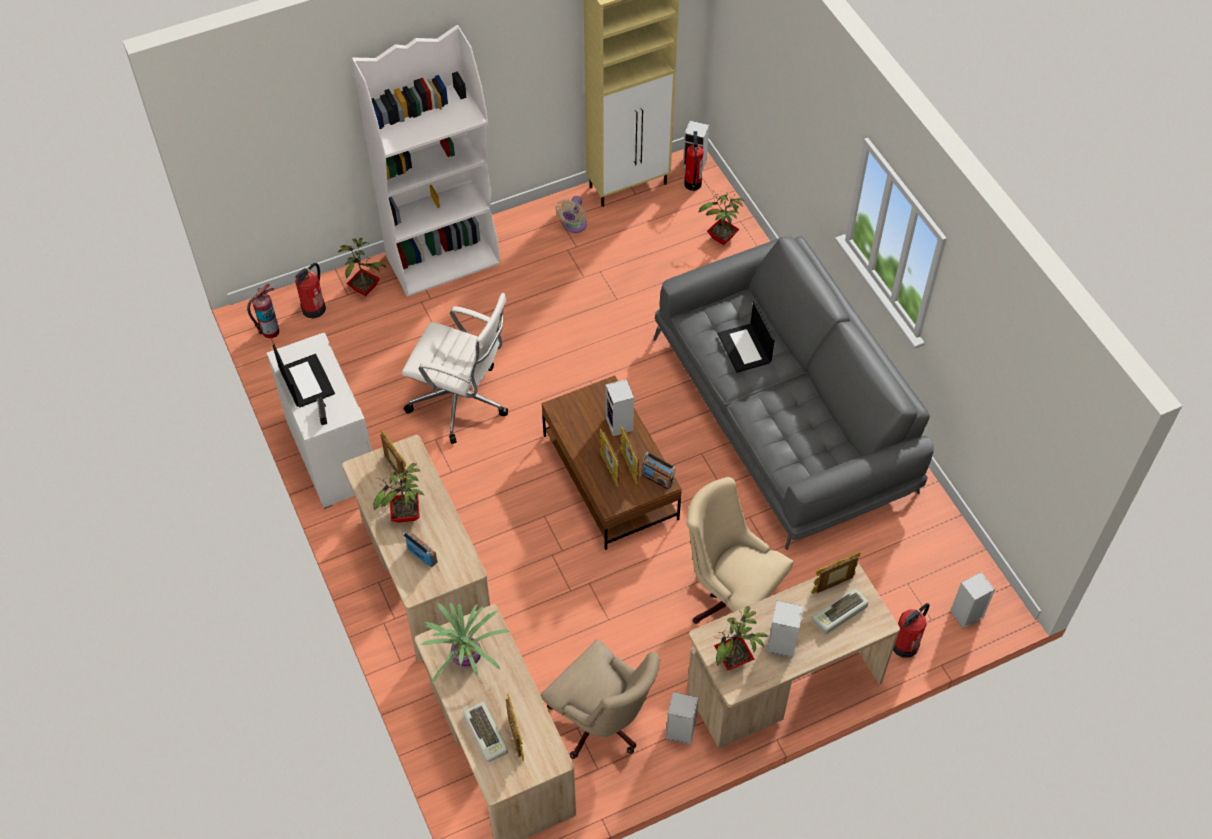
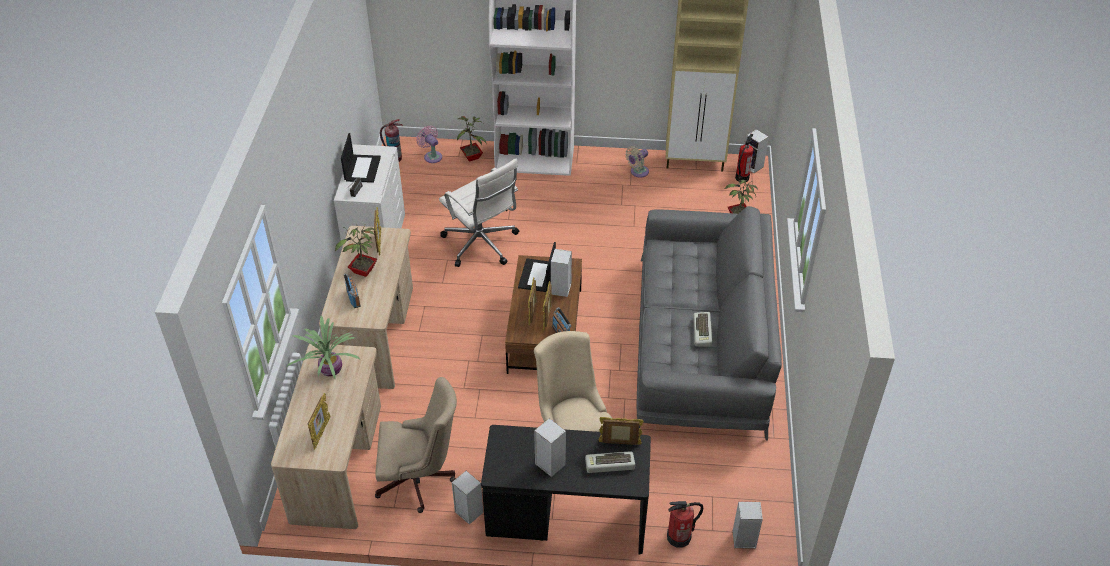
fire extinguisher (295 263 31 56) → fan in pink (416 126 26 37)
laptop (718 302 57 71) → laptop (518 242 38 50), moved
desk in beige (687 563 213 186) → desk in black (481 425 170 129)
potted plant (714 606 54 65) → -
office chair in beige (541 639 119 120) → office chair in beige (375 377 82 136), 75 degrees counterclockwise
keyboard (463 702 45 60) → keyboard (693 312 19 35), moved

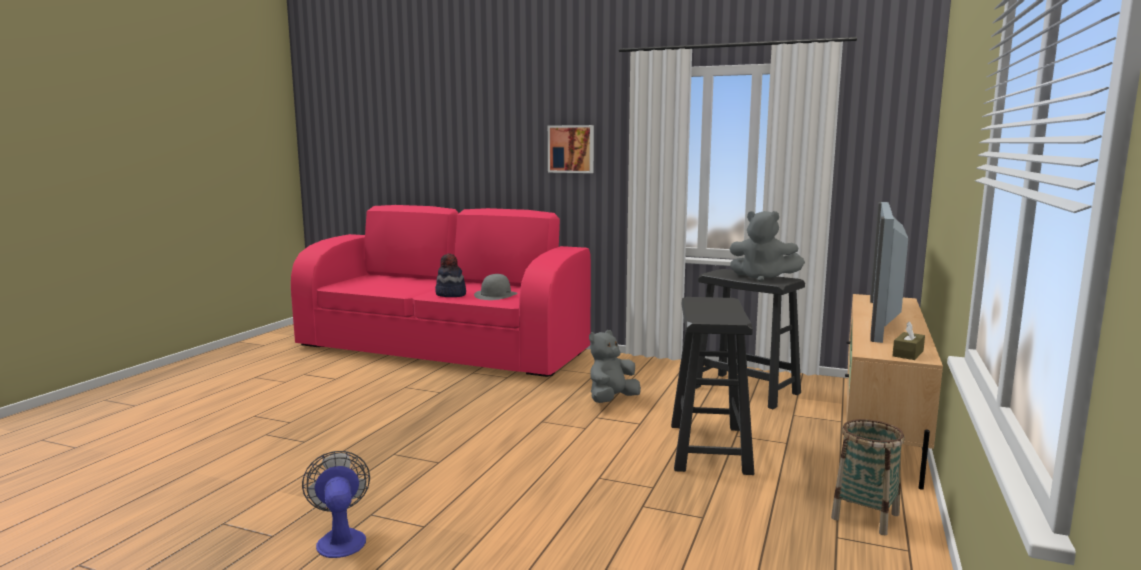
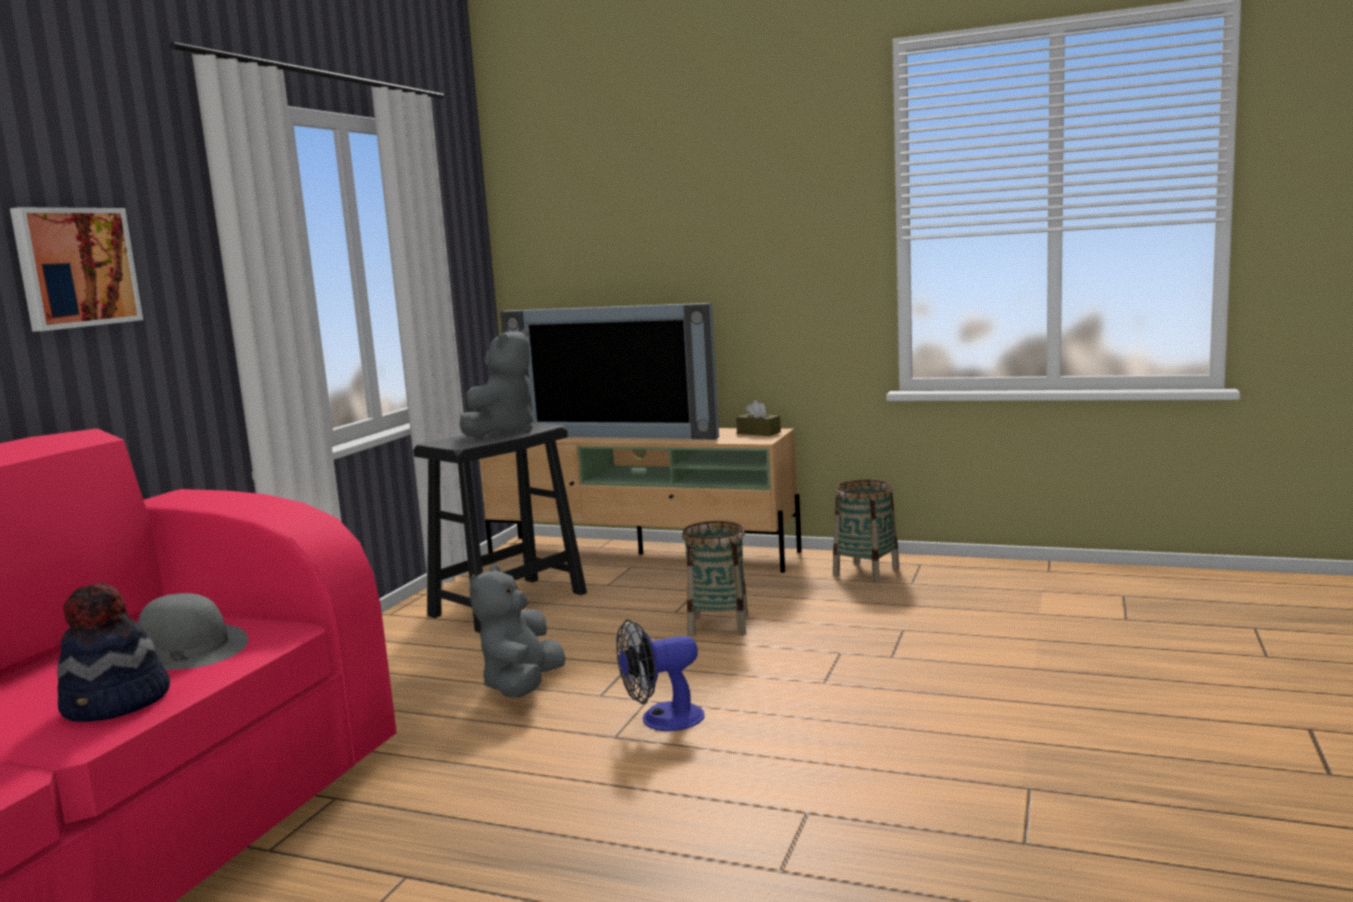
stool in black (671 297 83 178) → basket (682 521 66 116)
plush toy in grey (589 330 52 73) → plush toy in grey (469 565 97 133), 60 degrees clockwise
fan (302 451 68 107) → fan (616 619 89 112), moved

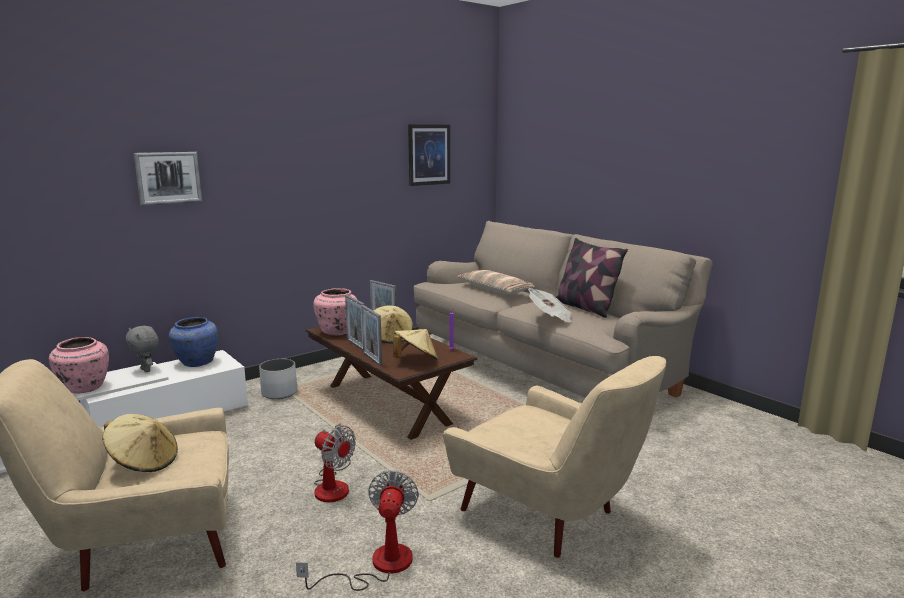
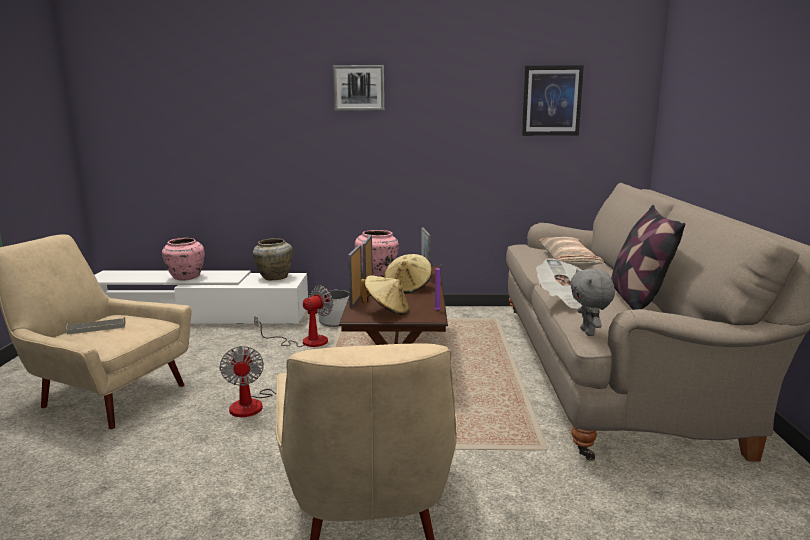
picture (134 152 68 54) → picture (333 65 52 46), moved
vase in blue (169 317 49 50) → vase in beige (253 238 40 42)
plush toy in grey (126 326 33 46) → plush toy in grey (570 268 45 68), moved
hat in beige (103 414 75 58) → tray in grey (66 317 60 18)
fan (296 470 123 121) → fan (254 285 79 62), moved

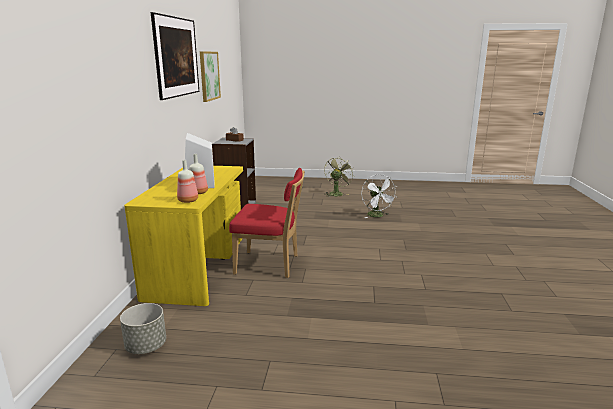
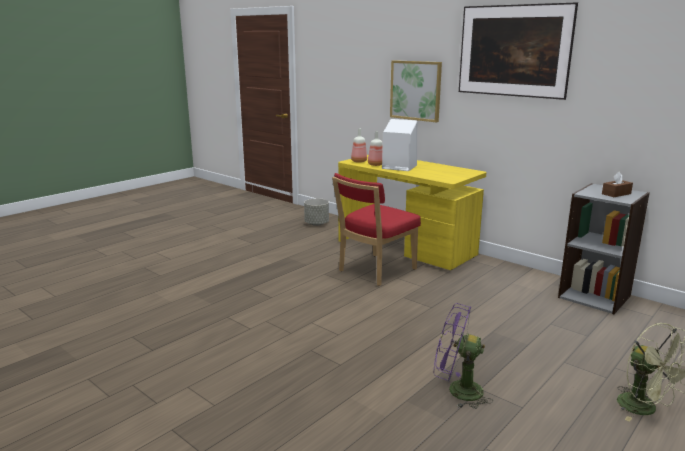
picture (200 51 21 51) → picture (390 60 52 62), moved
fan in white (361 174 34 44) → fan in purple (434 303 59 106)

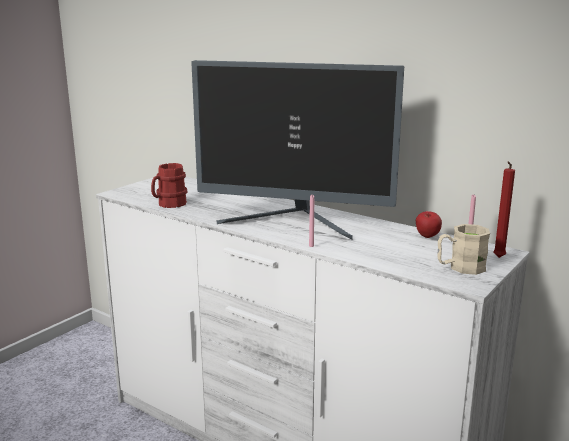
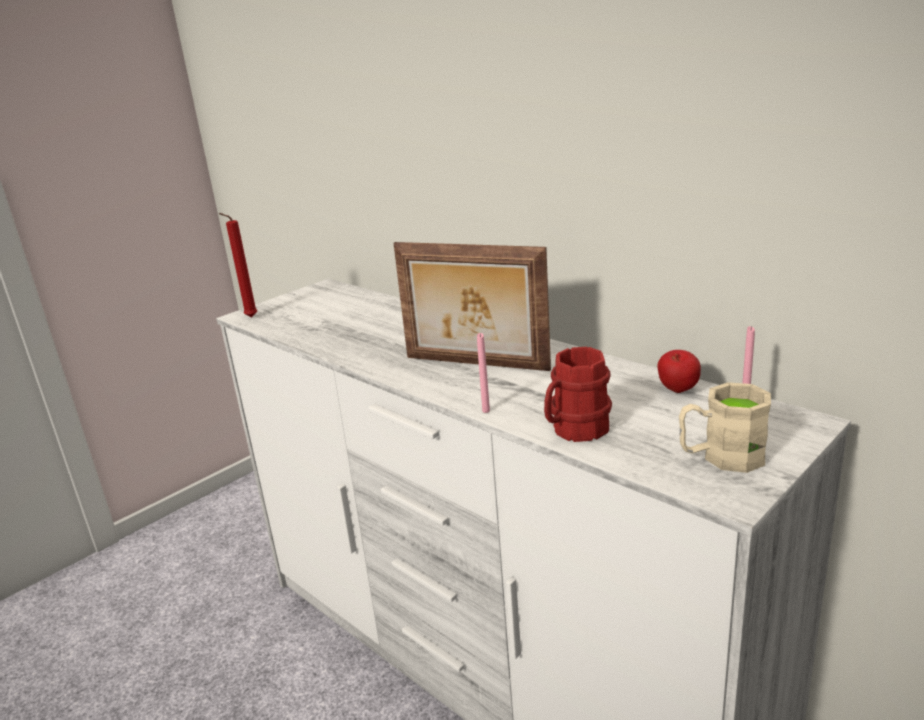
monitor (191 60 213 180) → picture frame (394 242 157 129)
candle in red (493 162 22 96) → candle in red (219 213 38 104), moved
mug in red (151 163 36 45) → mug in red (544 347 68 95), moved

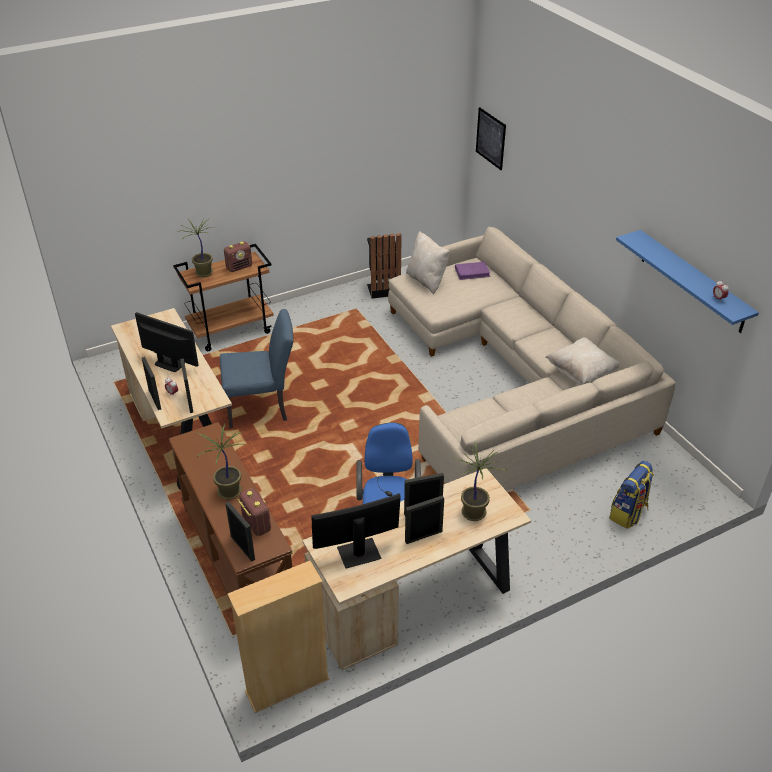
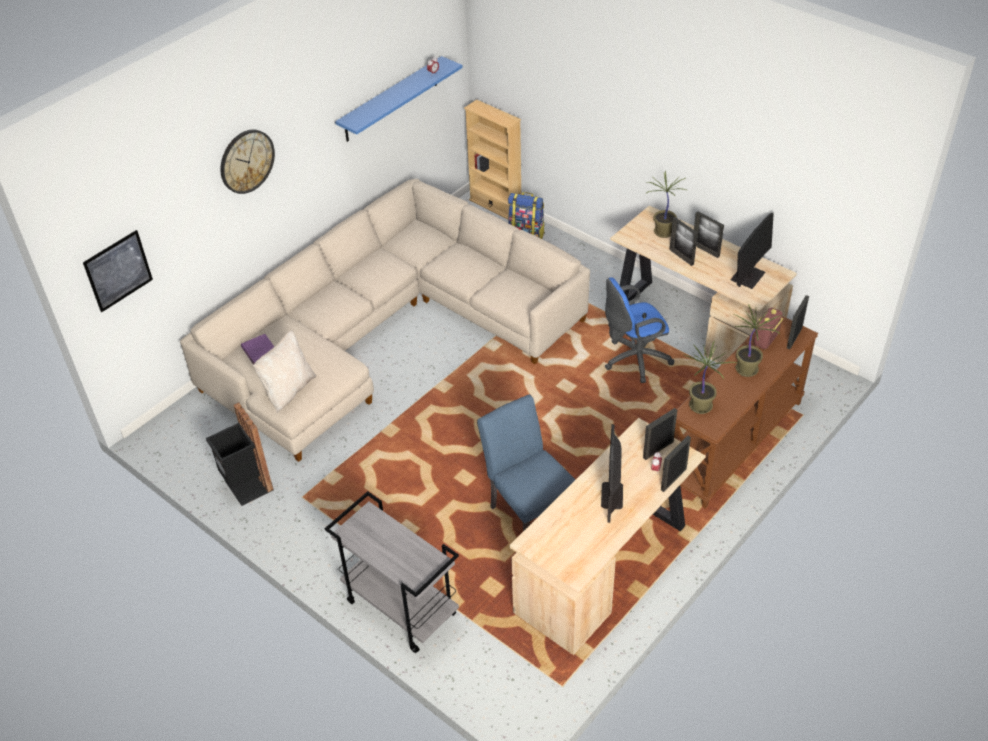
potted plant (178 219 35 58) → potted plant (684 341 54 73), moved
radio (224 241 28 31) → -
cart in brown (173 244 101 107) → cart in grey (324 491 135 162)
pillow in beige (546 337 74 48) → -
monitor (311 493 89 75) → monitor (730 212 44 77), 105 degrees counterclockwise
bookcase in beige (227 561 102 152) → bookcase in beige (464 100 57 120), moved
- → wall clock (221 129 54 65)

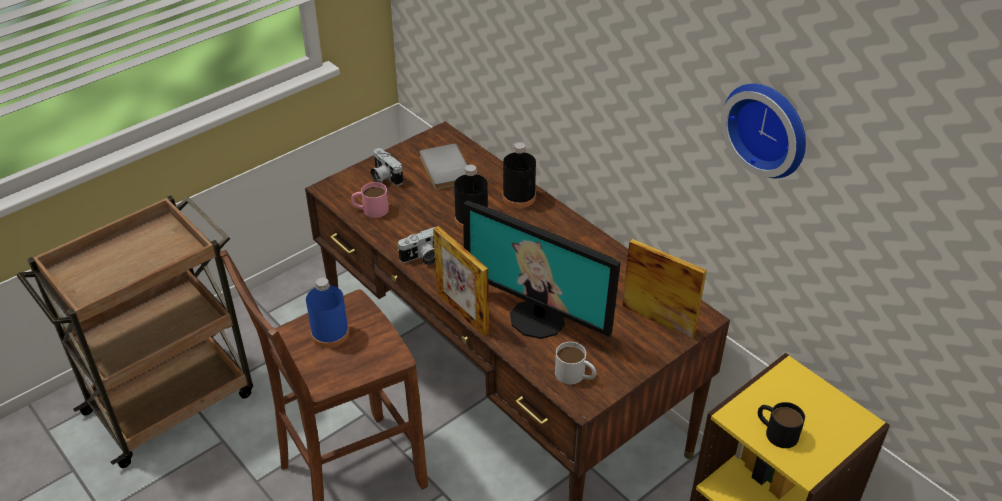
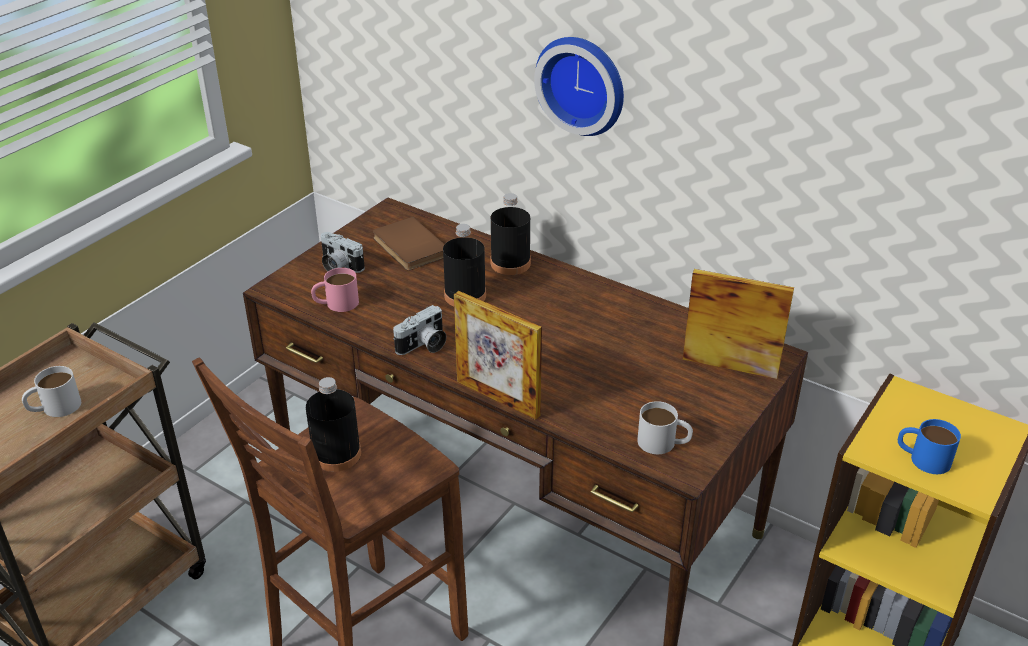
wall clock (721 84 85 94) → wall clock (534 37 90 99), moved
book in grey (420 143 47 47) → book in brown (373 217 72 54)
monitor (463 201 158 138) → -
bottle in blue (306 278 43 70) → bottle in black (306 377 55 95)
mug in black (758 402 47 46) → mug in blue (898 419 63 55)
- → mug in white (22 366 59 51)

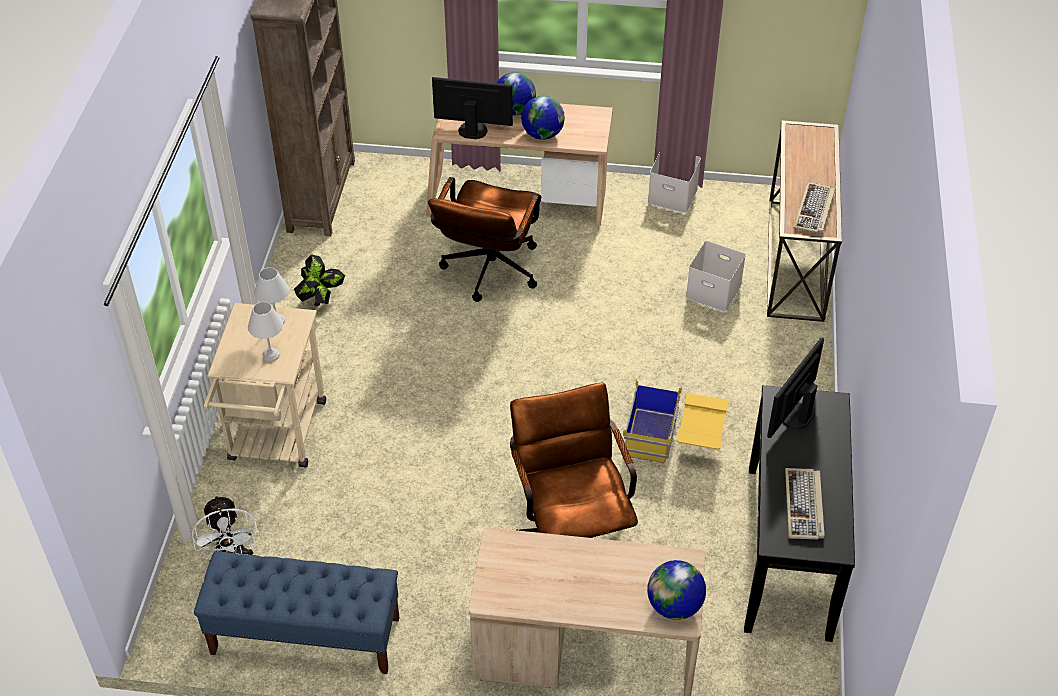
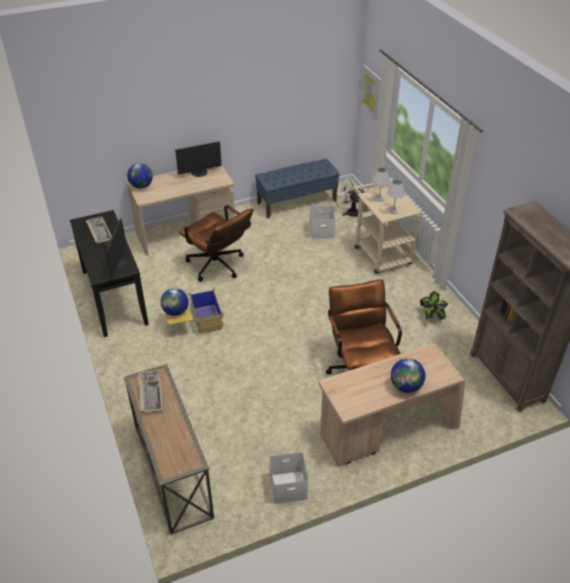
monitor (432 77 81 62) → monitor (175 141 47 36), moved
globe (521 96 44 44) → globe (161 288 28 28), moved
storage box in white (686 241 60 71) → storage box in white (309 205 26 34), moved
- → picture (360 65 21 57)

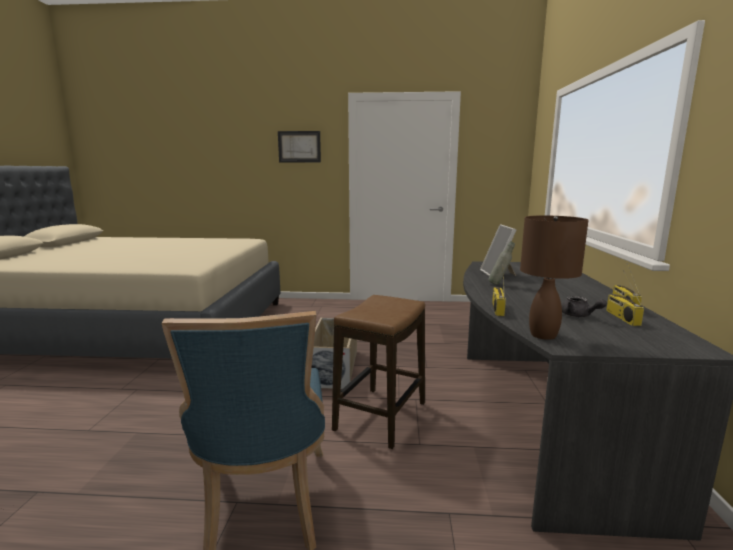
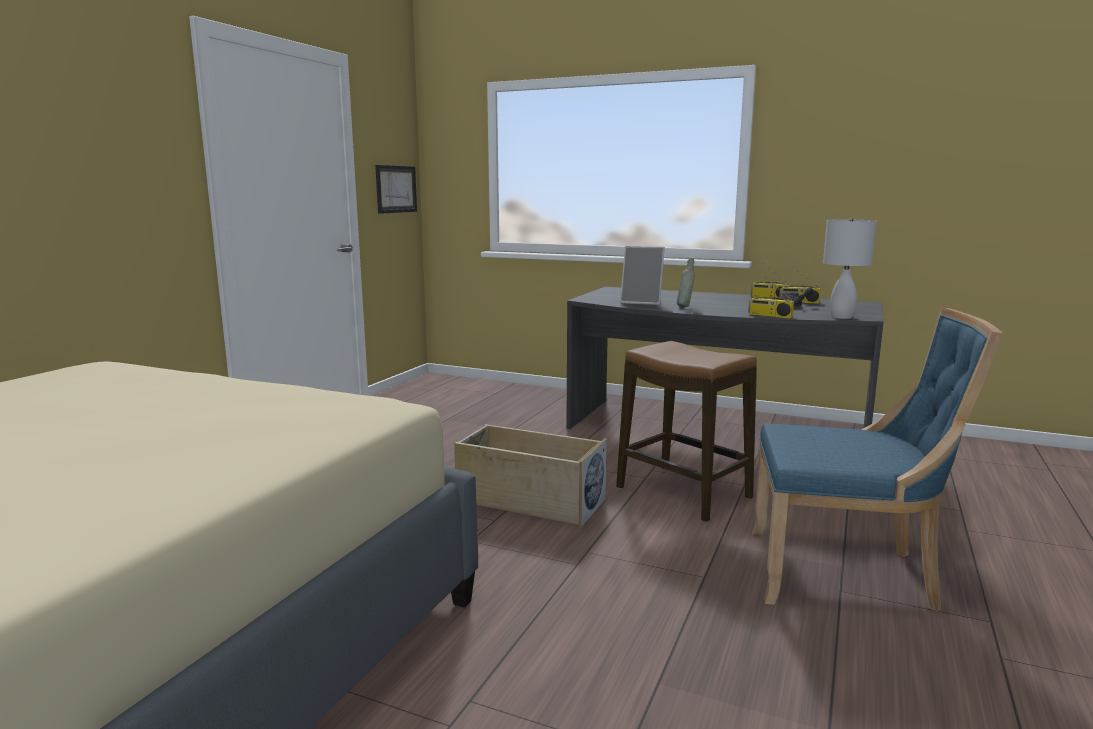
picture (278 131 43 31) → picture (375 165 42 49), moved
table lamp in brown (520 215 68 125) → table lamp in white (823 219 54 100)

